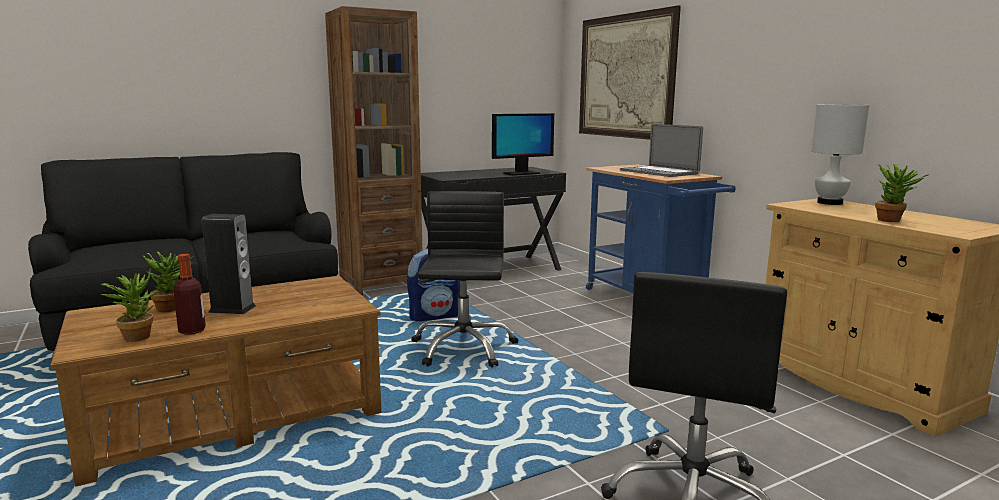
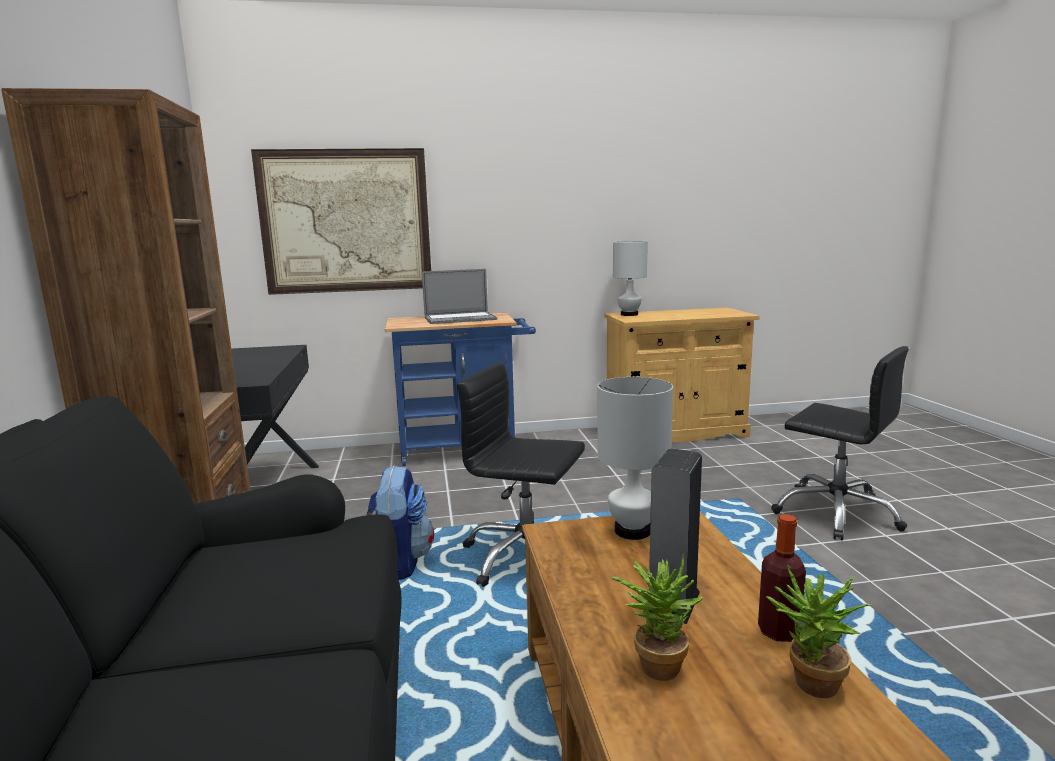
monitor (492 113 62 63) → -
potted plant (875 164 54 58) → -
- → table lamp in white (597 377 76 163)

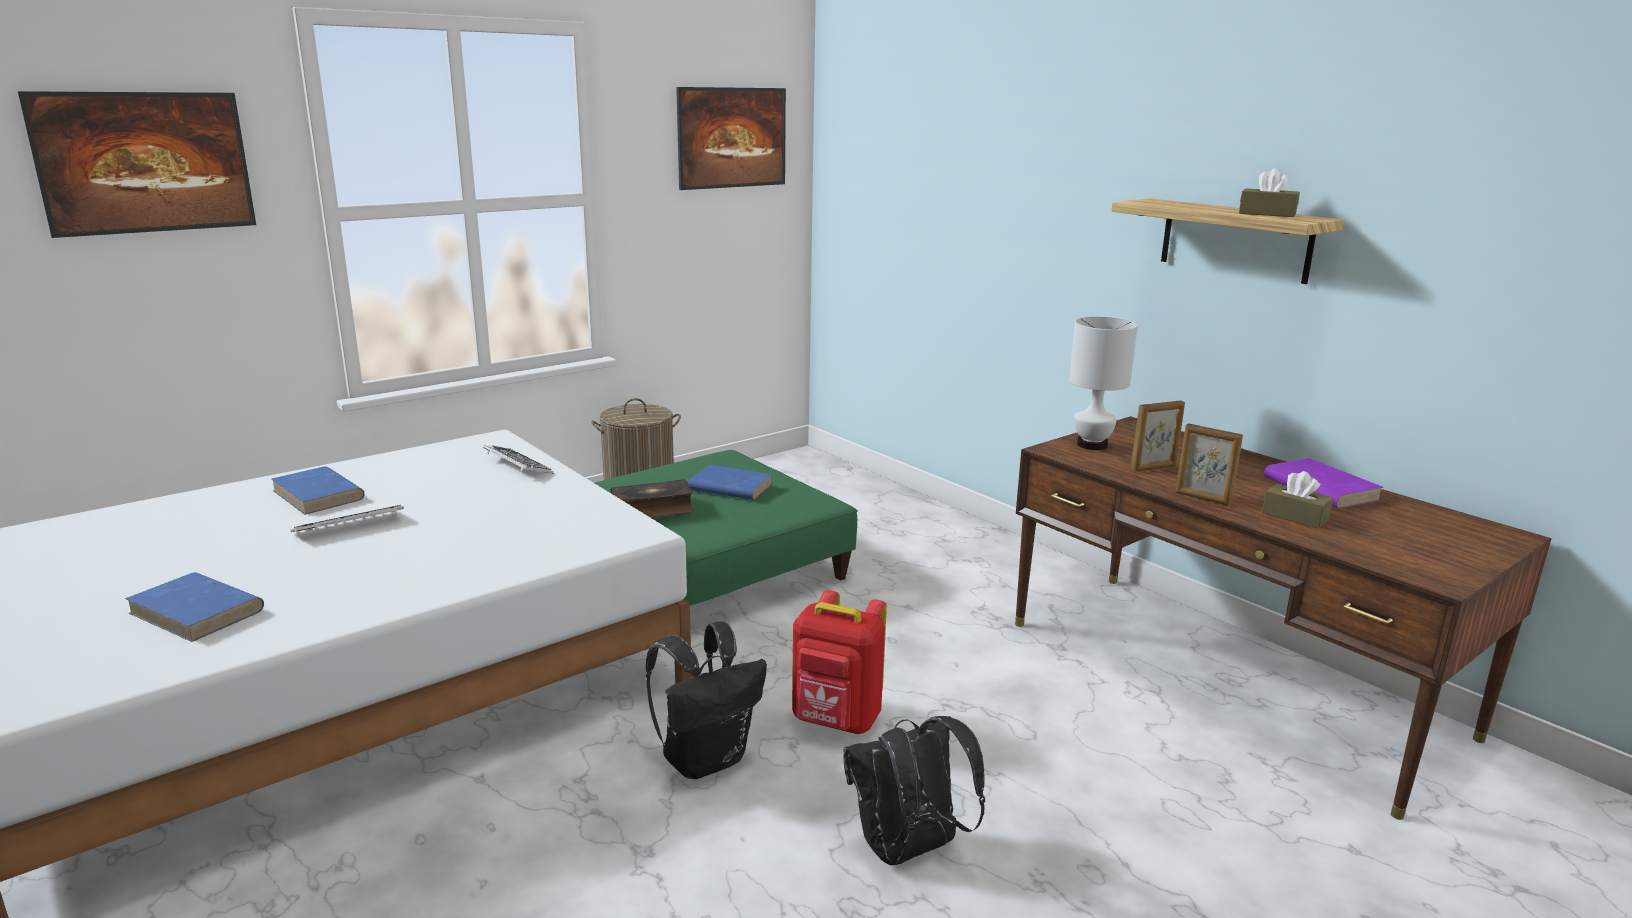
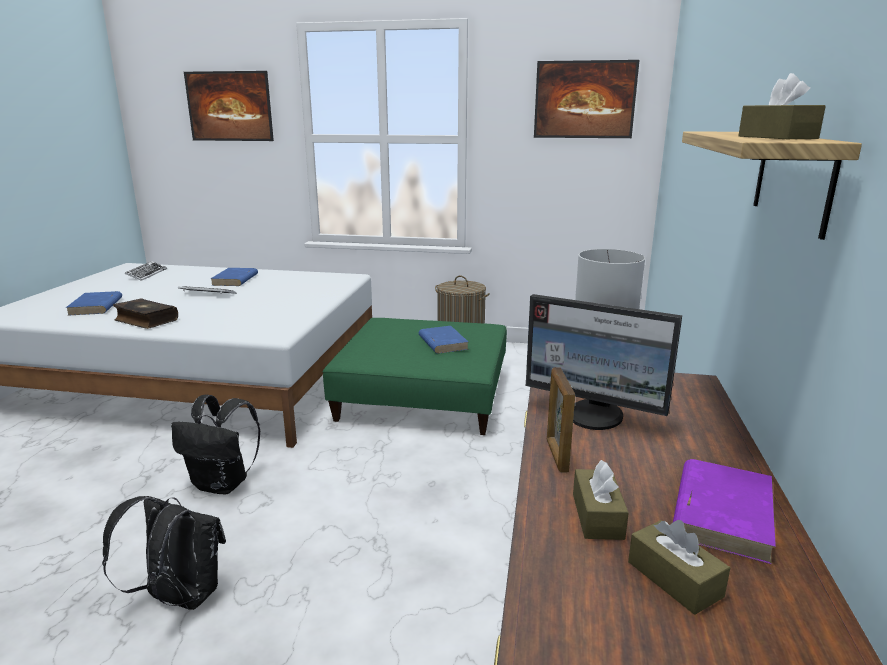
picture frame (1130 400 55 72) → monitor (526 294 156 136)
keyboard (483 445 71 29) → keyboard (125 261 42 20), moved
book (611 479 82 39) → book (113 298 65 31), moved
backpack in red (792 590 95 144) → -
- → tissue box in brown (628 520 102 95)

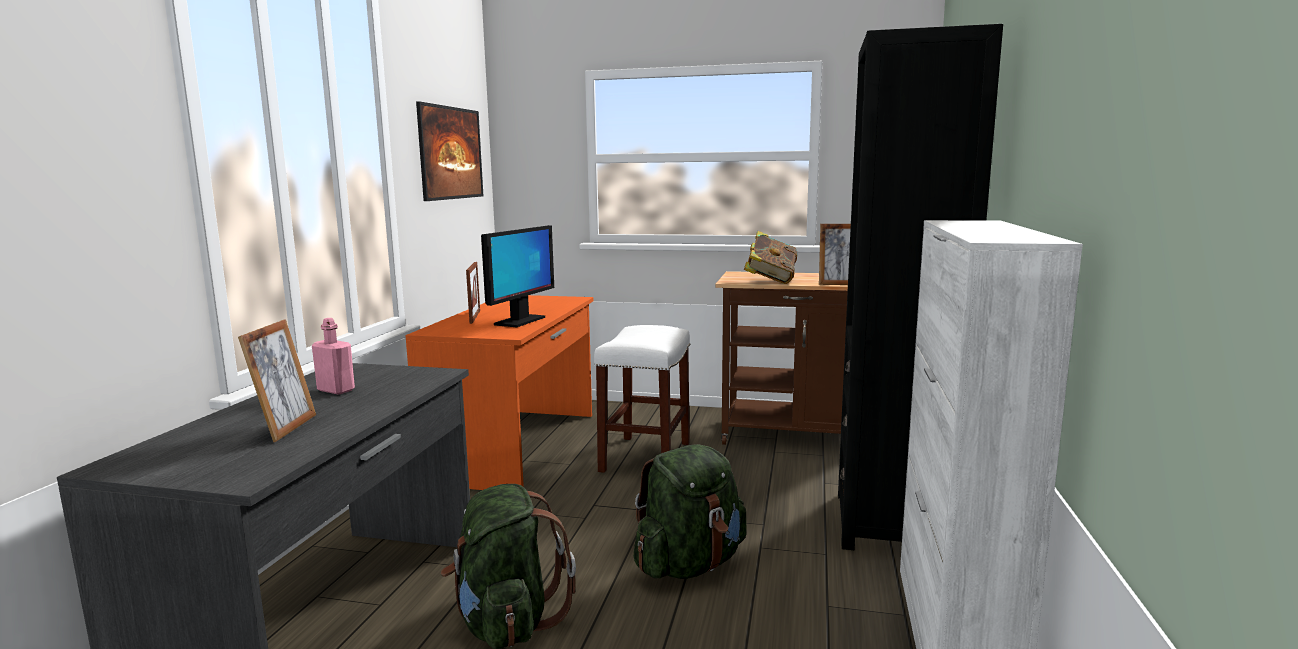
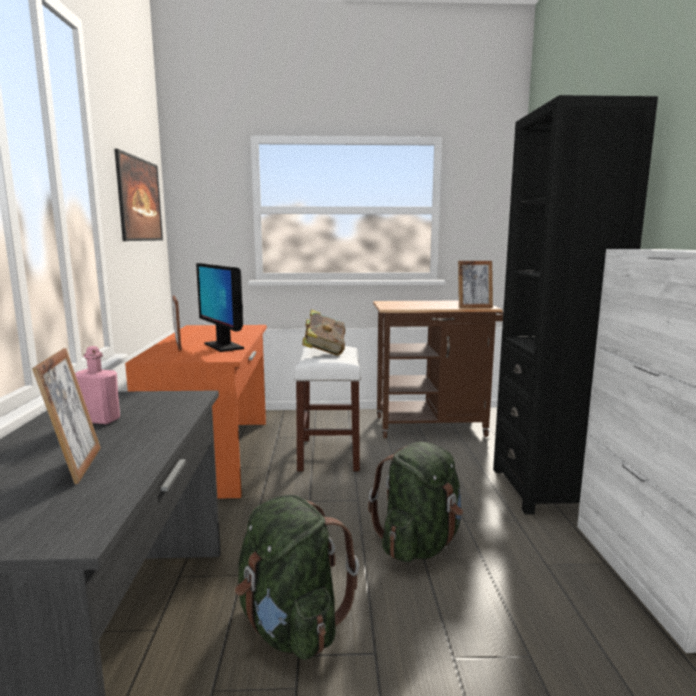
monitor (481 225 73 102) → monitor (196 263 48 89), 135 degrees clockwise
book (744 231 54 53) → book (302 309 43 47), moved

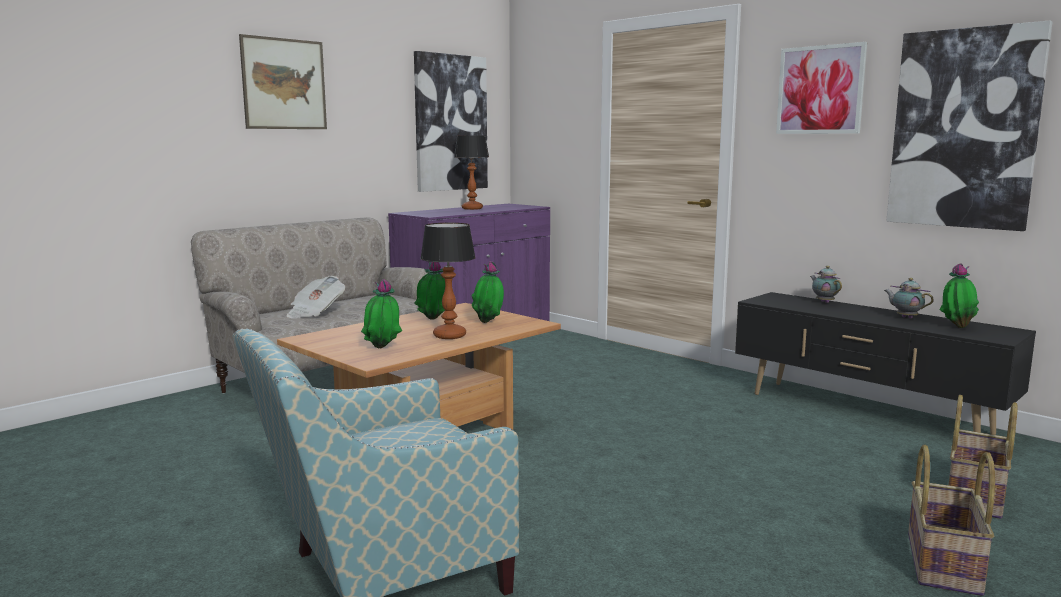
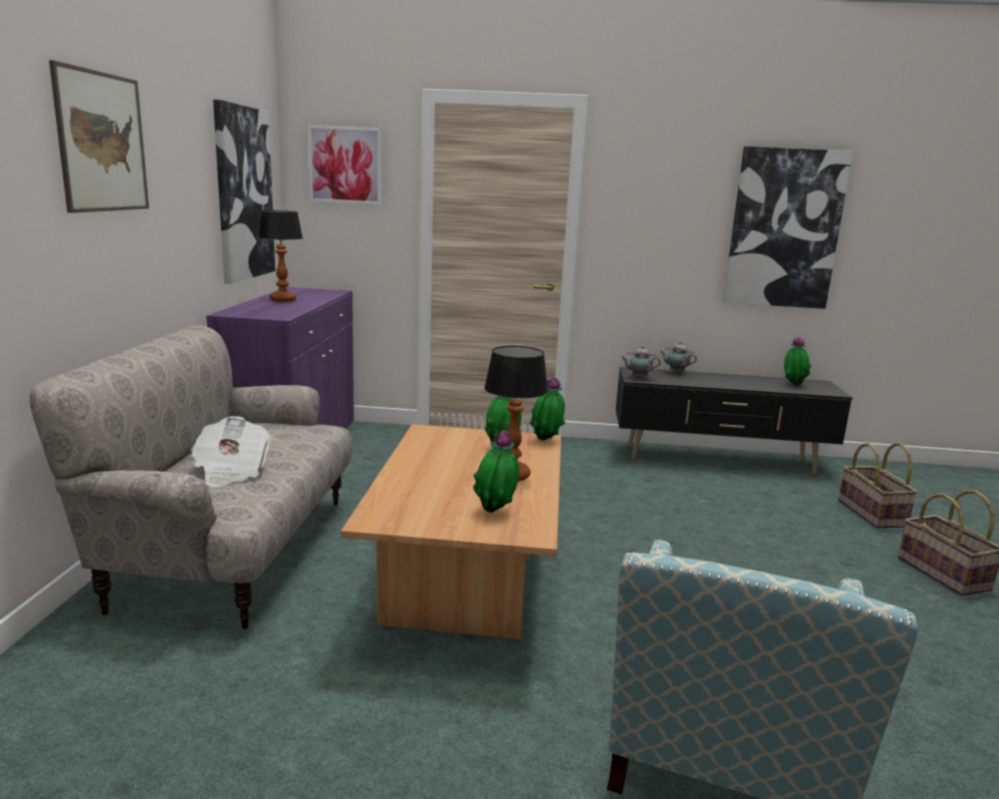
picture (776 42 91 92) → picture (308 125 74 80), moved
potted plant (414 261 31 59) → potted plant (530 376 35 65), moved
teapot (884 278 50 41) → teapot (621 346 40 33), moved

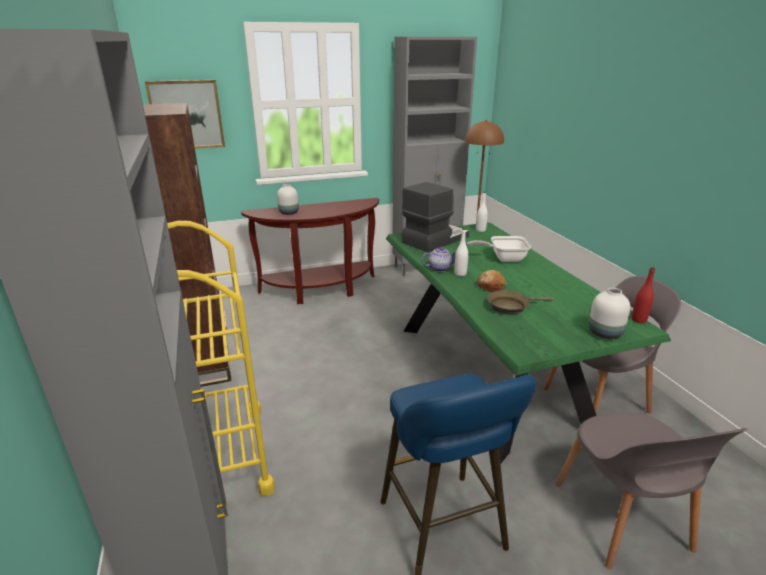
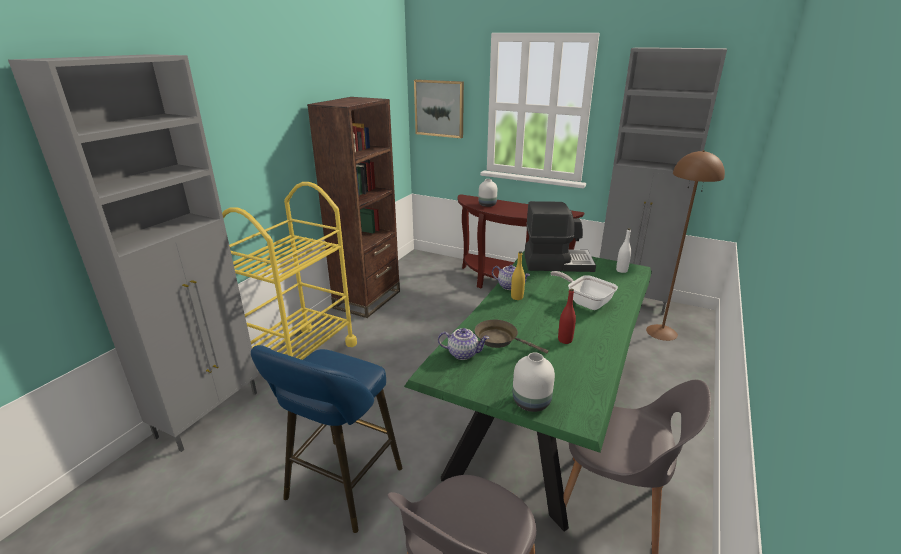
bottle in white (455 228 13 48) → bottle in yellow (511 251 14 49)
bottle in red (631 267 24 56) → bottle in red (558 288 18 56), moved
bread (477 270 30 22) → -
- → teapot (438 328 51 32)

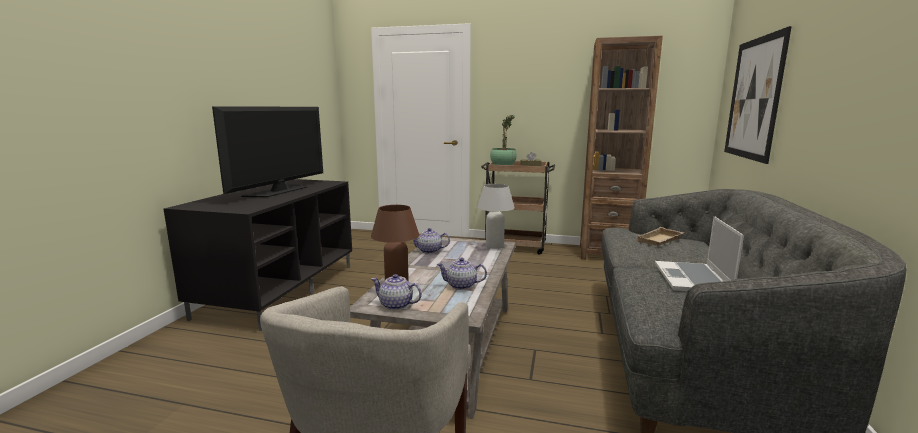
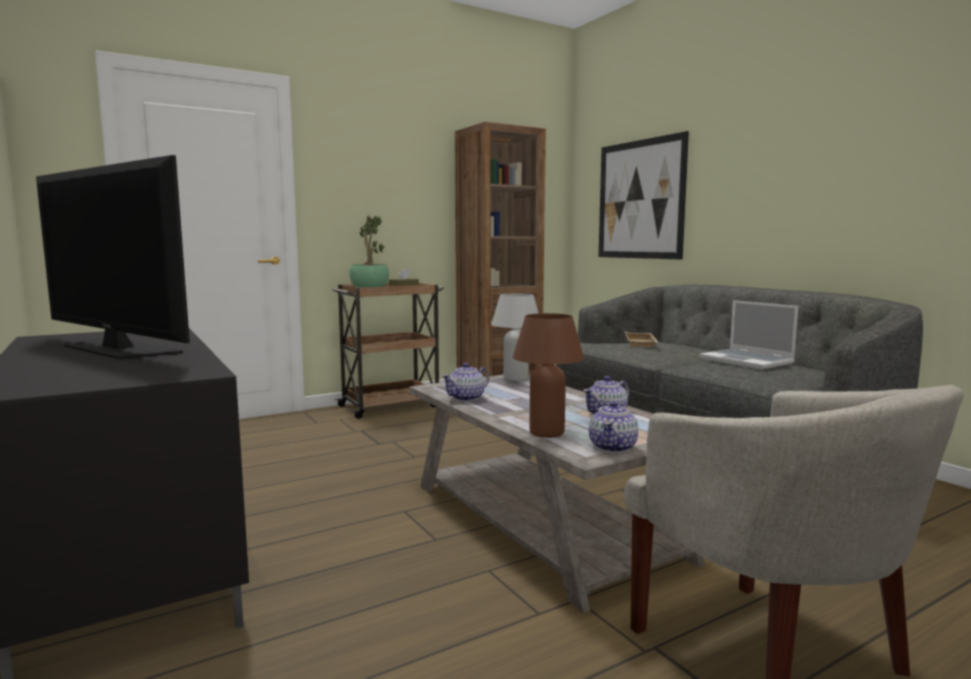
television (212 106 111 91) → television (36 155 154 204), 150 degrees clockwise
teapot (371 274 51 36) → teapot (589 401 49 52), 45 degrees counterclockwise

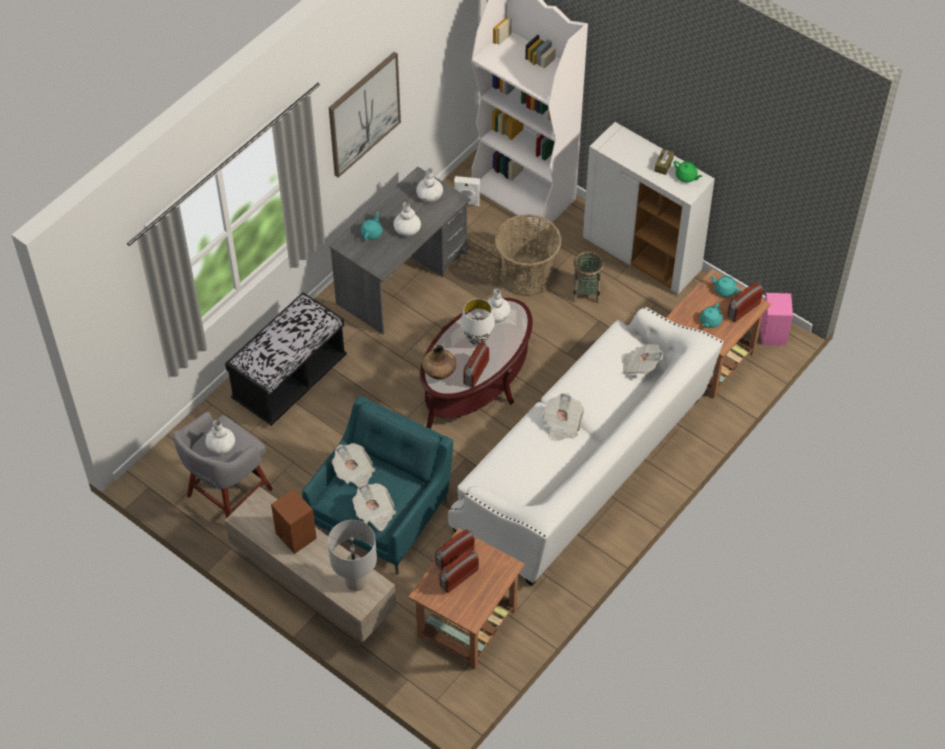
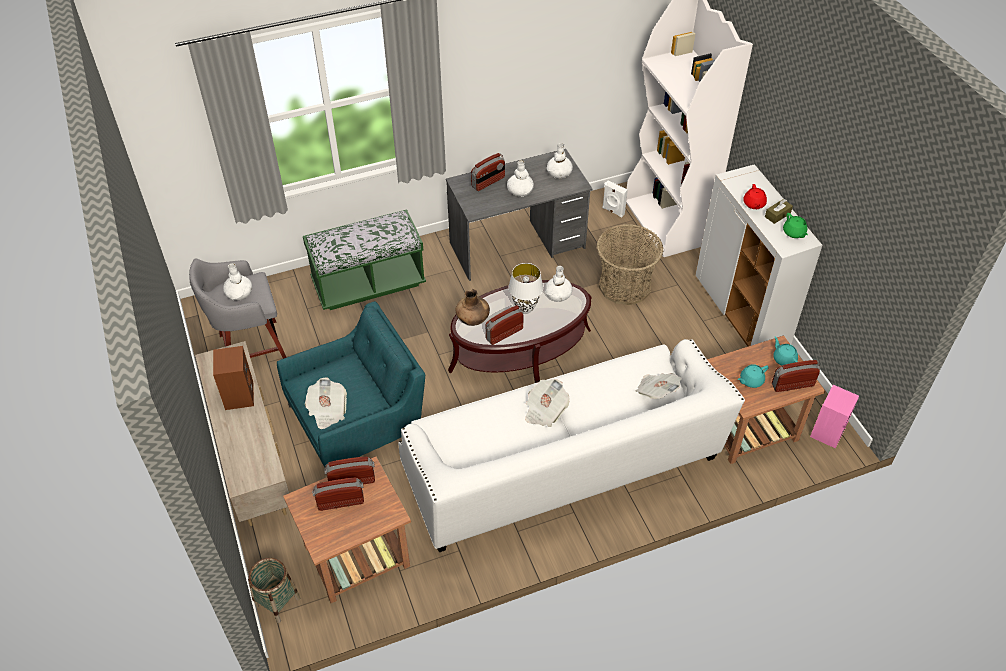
picture (329 52 72 126) → -
teapot in turquoise (361 212 21 28) → radio (471 153 34 38)
basket (572 251 32 52) → basket (248 558 53 65), moved
bench in black (225 292 122 134) → bench in green (303 210 123 100)
newspaper (332 443 43 44) → -
table lamp in grey (328 520 49 71) → -
- → teapot in red (744 184 23 25)

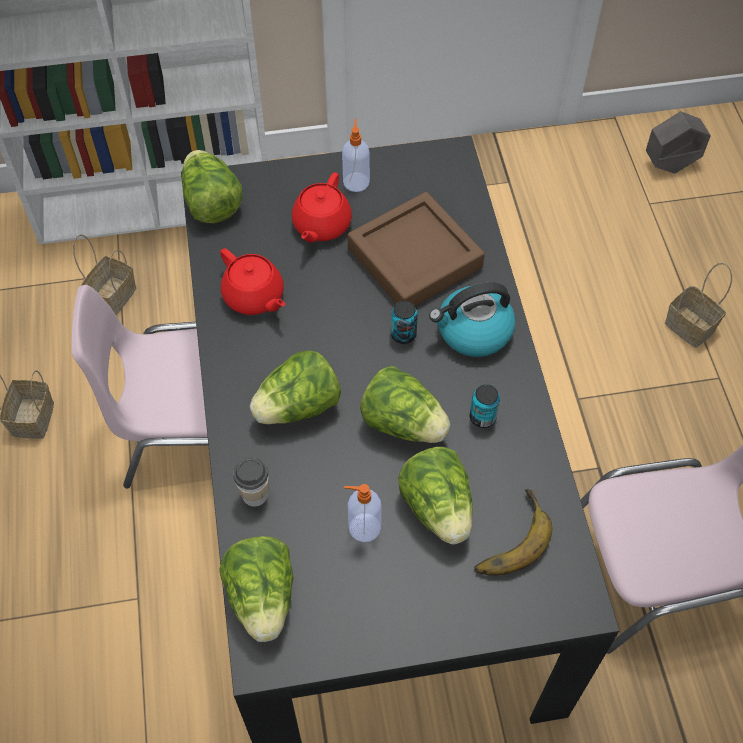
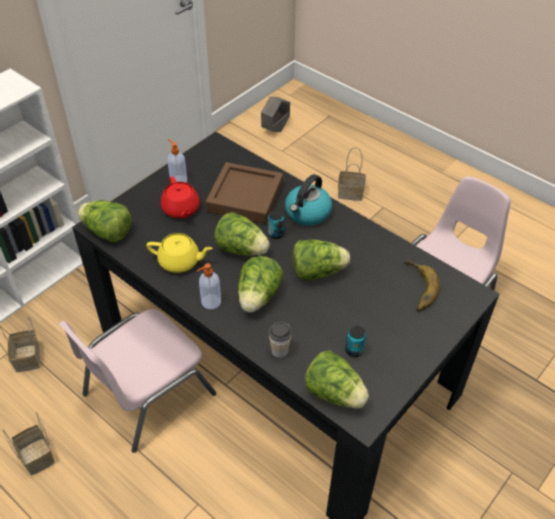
teapot in red (220 248 65 67) → teapot in yellow (147 233 66 40)
can (470 384 30 44) → can (345 326 21 31), moved
lettuce (398 447 75 97) → lettuce (214 212 56 44), moved
soap dispenser (344 484 37 58) → soap dispenser (197 263 24 46), moved

